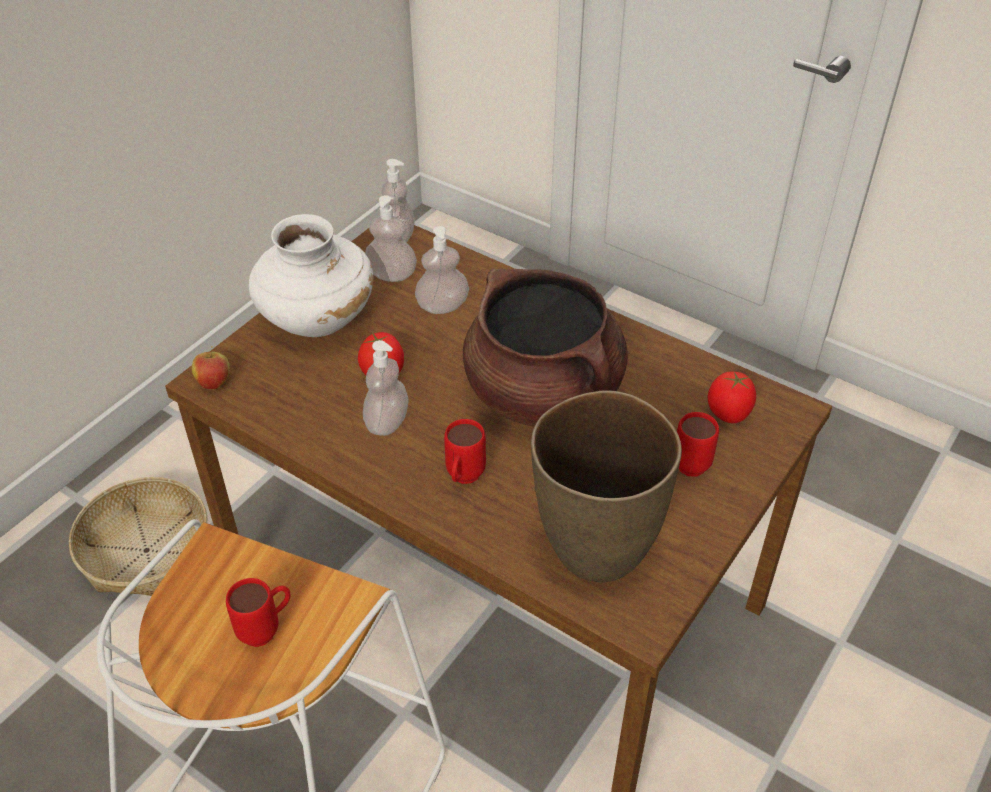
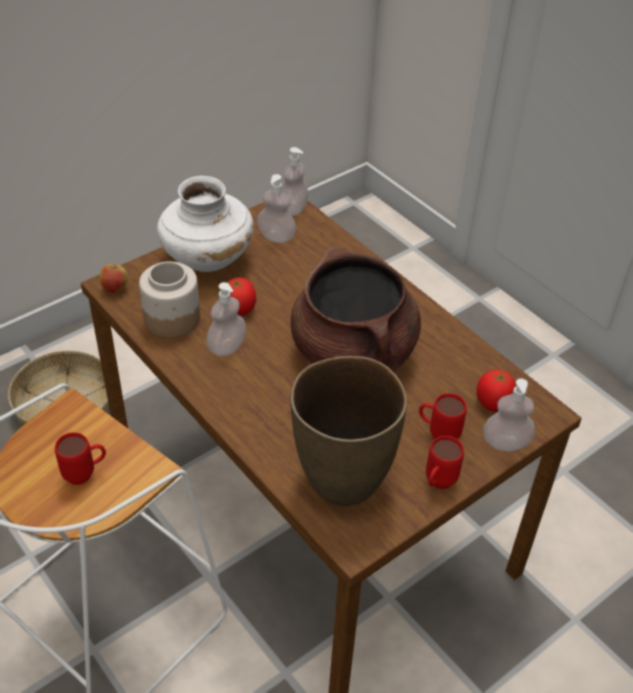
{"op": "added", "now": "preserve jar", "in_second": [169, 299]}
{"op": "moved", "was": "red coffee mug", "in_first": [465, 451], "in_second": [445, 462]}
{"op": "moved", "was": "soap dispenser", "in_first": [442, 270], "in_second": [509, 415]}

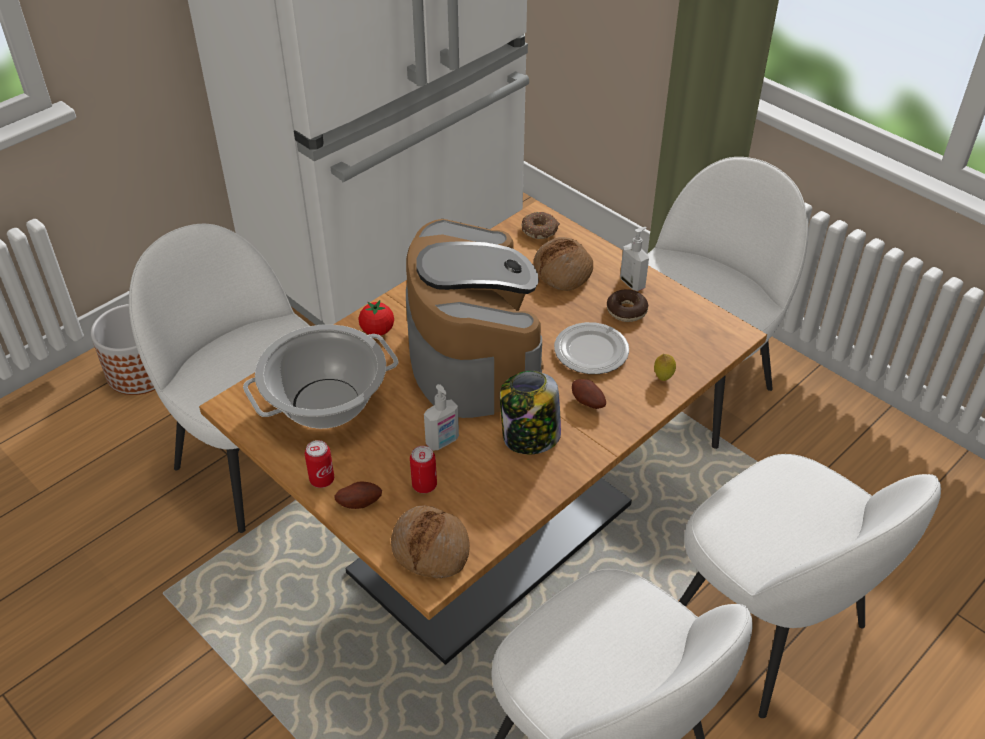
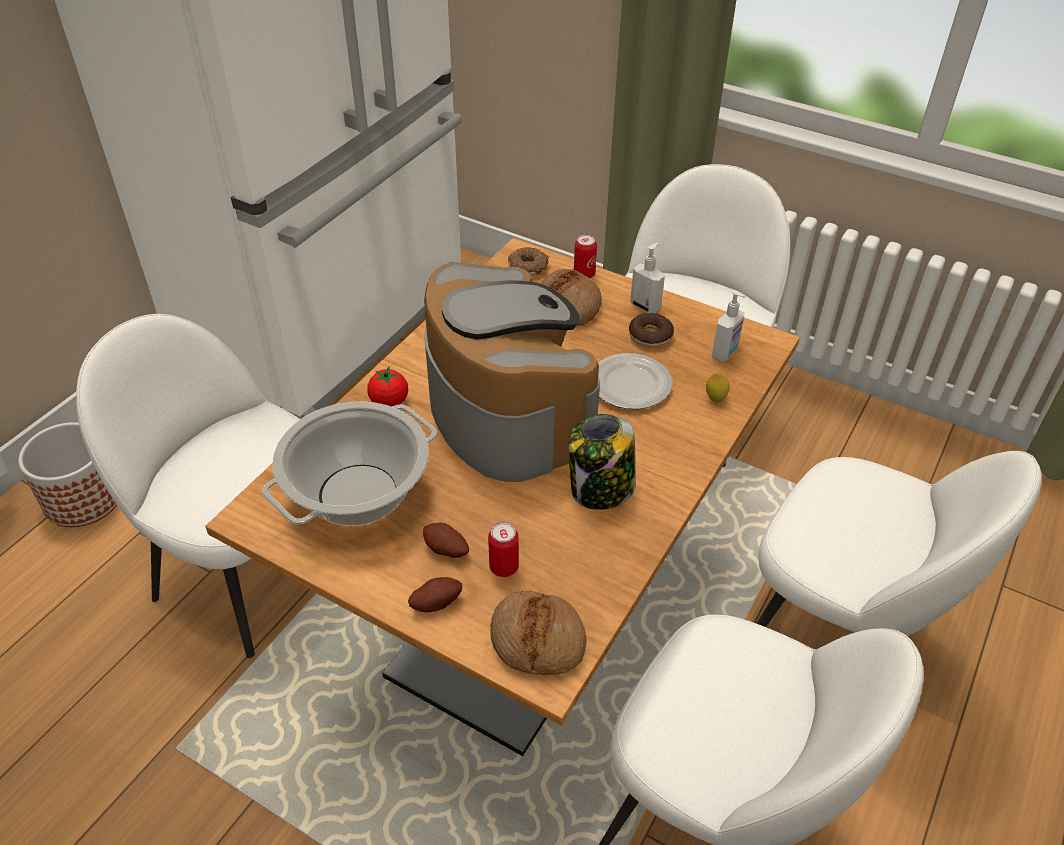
{"op": "moved", "was": "potato", "in_first": [589, 394], "in_second": [446, 540]}
{"op": "moved", "was": "can", "in_first": [319, 464], "in_second": [585, 256]}
{"op": "moved", "was": "soap dispenser", "in_first": [441, 417], "in_second": [729, 326]}

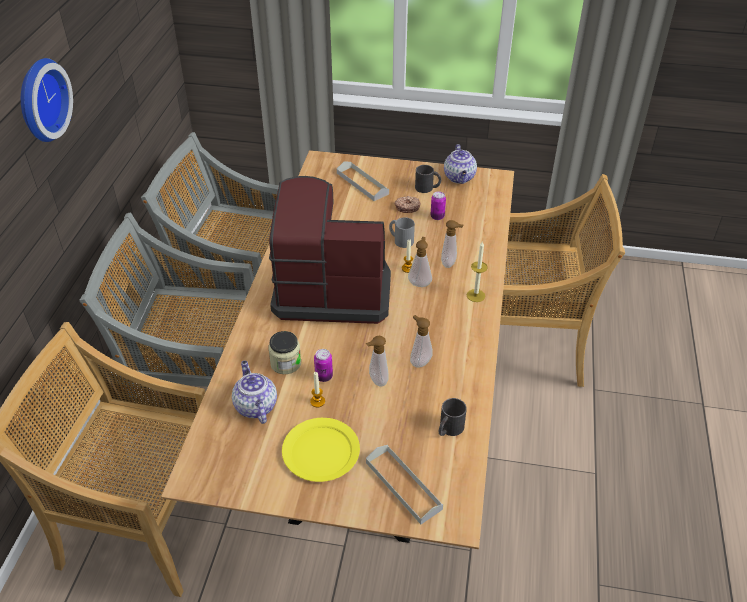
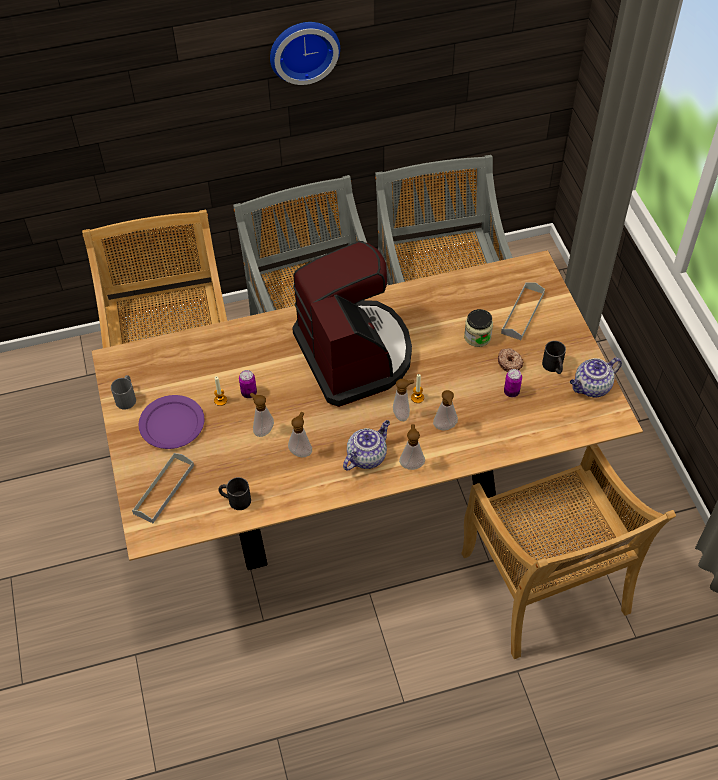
{"op": "moved", "was": "greyish coffee mug", "in_first": [402, 232], "in_second": [123, 392]}
{"op": "recoloured", "was": "yellow-coloured dinner plate", "now": "purplish dinner plate", "in_first": [321, 450], "in_second": [172, 422]}
{"op": "moved", "was": "teapot", "in_first": [254, 392], "in_second": [366, 445]}
{"op": "replaced", "was": "wax light", "now": "soap dispenser", "in_first": [477, 271], "in_second": [412, 447]}
{"op": "moved", "was": "preserve jar", "in_first": [284, 352], "in_second": [478, 328]}

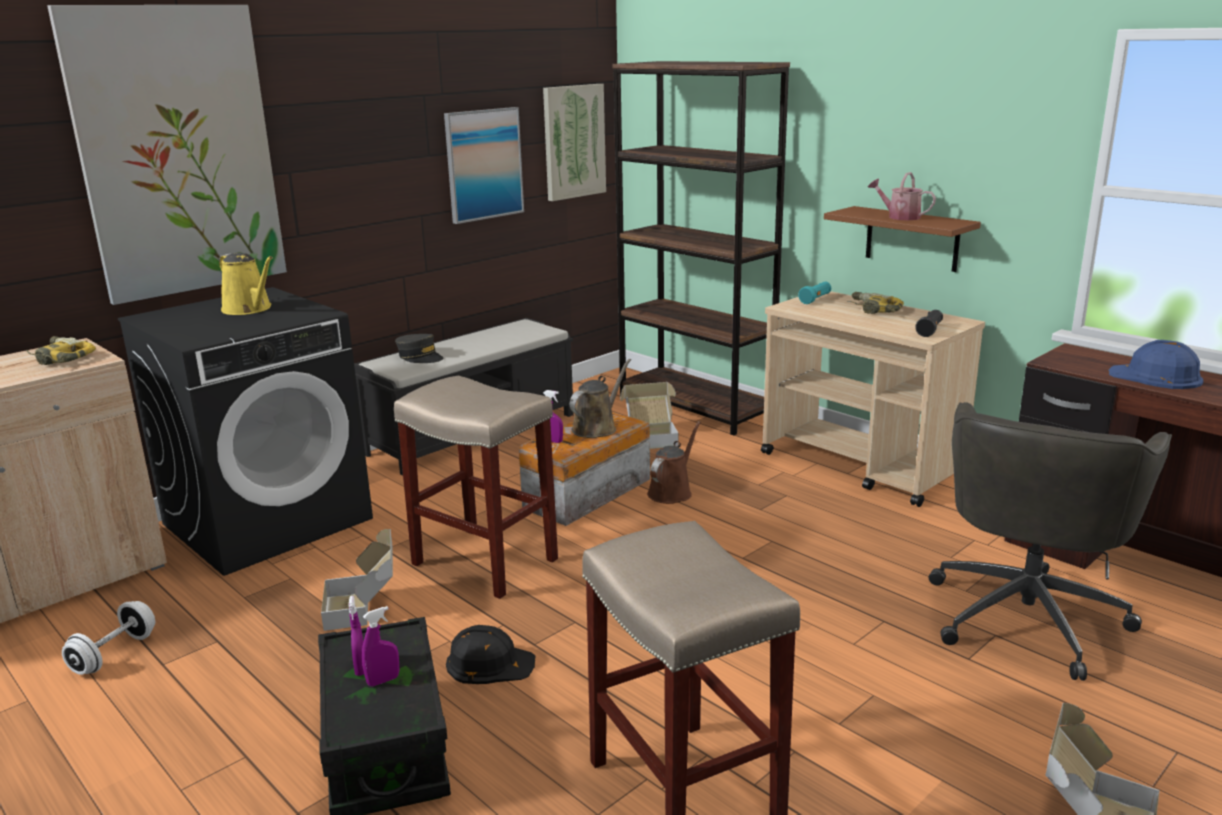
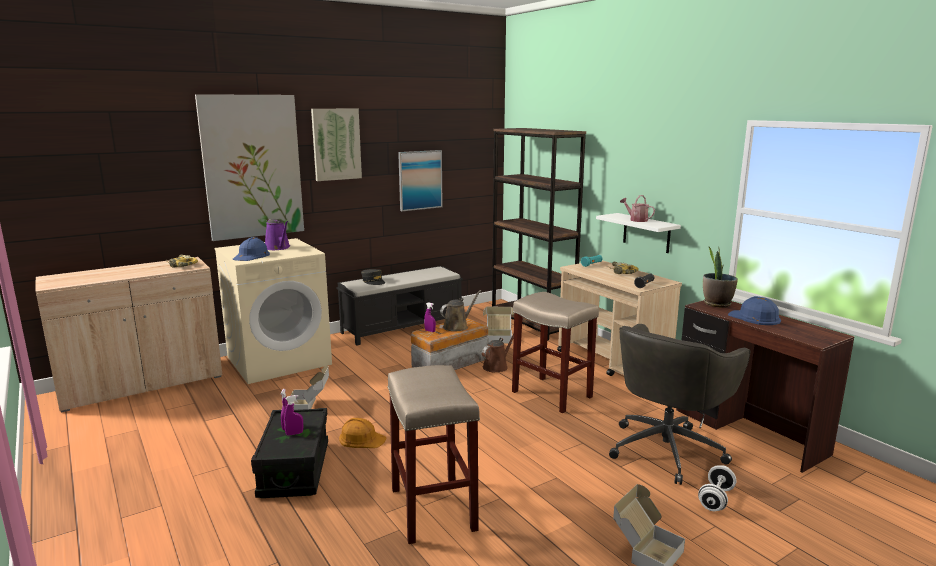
{"op": "recoloured", "was": "black laundry machine", "now": "beige-coloured laundry machine", "in_first": [245, 431], "in_second": [273, 311]}
{"op": "added", "now": "bluish safety helmet", "in_second": [251, 249]}
{"op": "recoloured", "was": "yellow-coloured watering can", "now": "purplish watering can", "in_first": [246, 284], "in_second": [277, 234]}
{"op": "moved", "was": "picture", "in_first": [574, 142], "in_second": [336, 144]}
{"op": "recoloured", "was": "black safety helmet", "now": "orange safety helmet", "in_first": [490, 654], "in_second": [363, 433]}
{"op": "moved", "was": "beige-coloured stool seat", "in_first": [476, 487], "in_second": [555, 352]}
{"op": "recoloured", "was": "brown wall shelf", "now": "white-coloured wall shelf", "in_first": [902, 239], "in_second": [638, 233]}
{"op": "moved", "was": "white-coloured dumbbell", "in_first": [108, 638], "in_second": [717, 488]}
{"op": "added", "now": "houseplant", "in_second": [720, 277]}

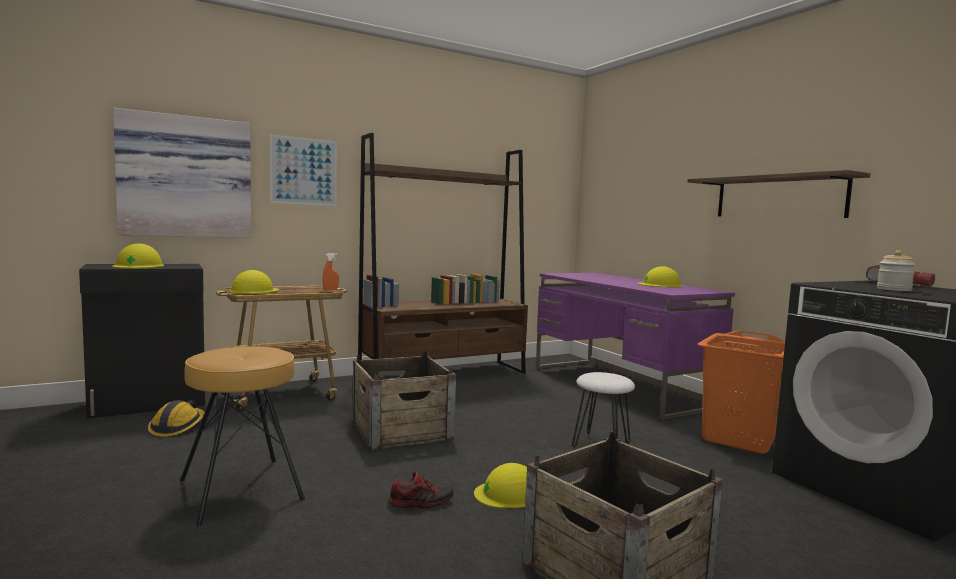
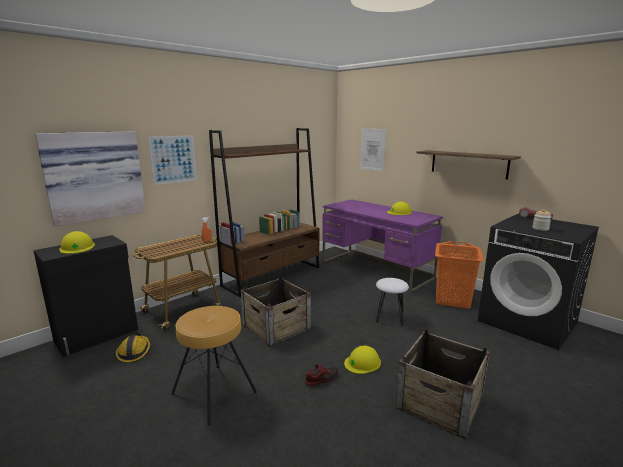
{"op": "added", "now": "picture", "in_second": [373, 149]}
{"op": "removed", "was": "yellow-coloured safety helmet", "in_first": [254, 282]}

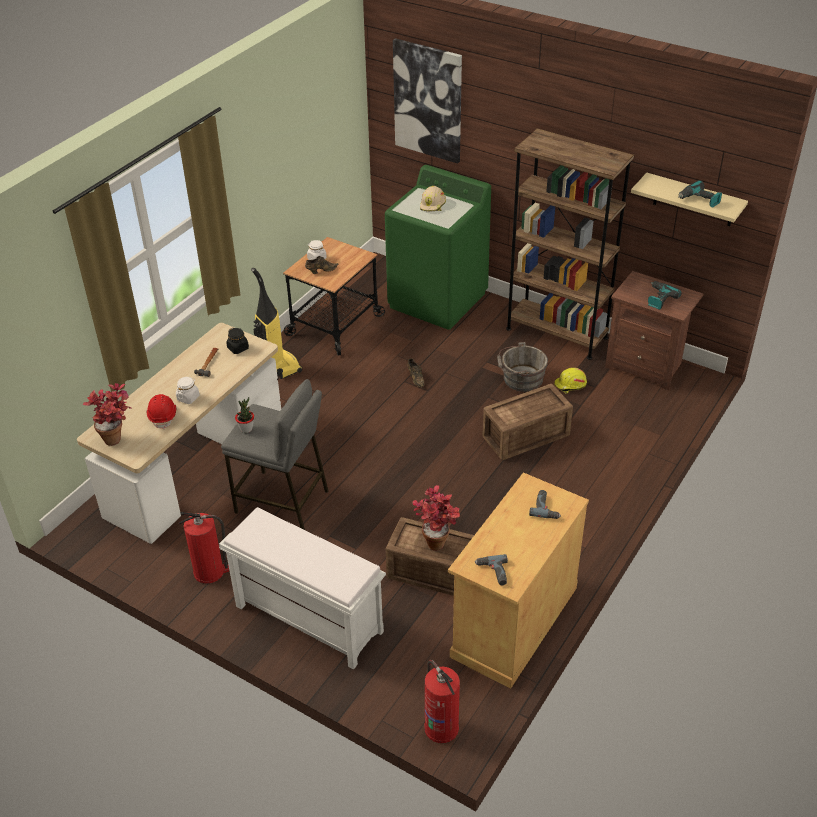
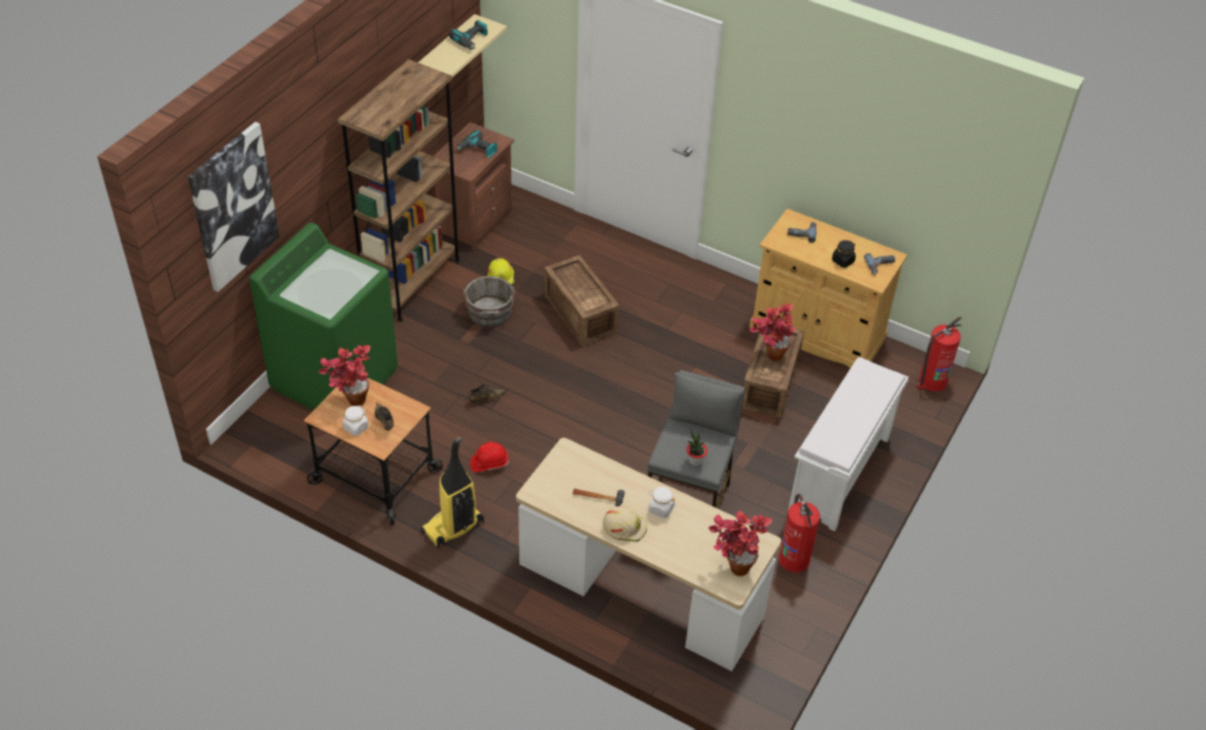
{"op": "added", "now": "houseplant", "in_second": [345, 375]}
{"op": "moved", "was": "red safety helmet", "in_first": [161, 411], "in_second": [489, 457]}
{"op": "moved", "was": "beige-coloured safety helmet", "in_first": [433, 199], "in_second": [625, 524]}
{"op": "moved", "was": "black preserve jar", "in_first": [237, 341], "in_second": [844, 254]}

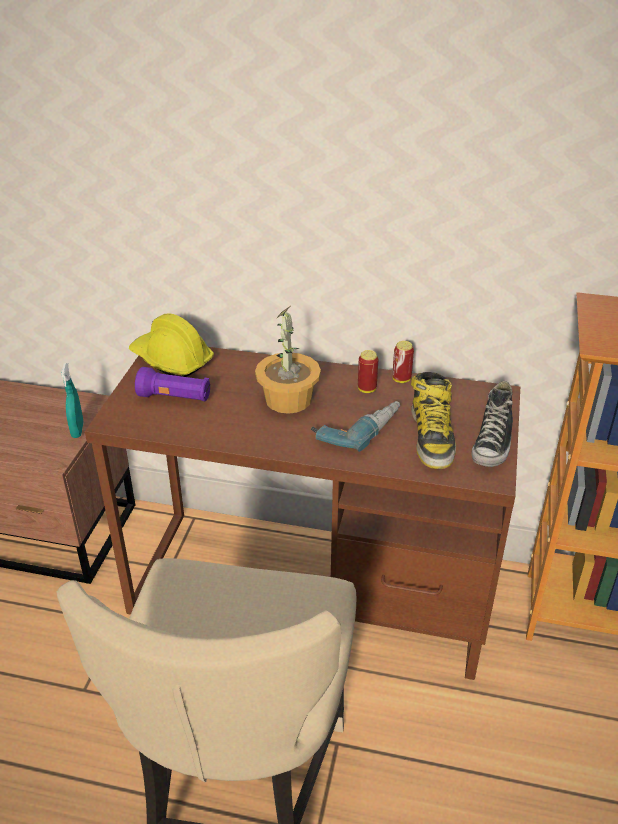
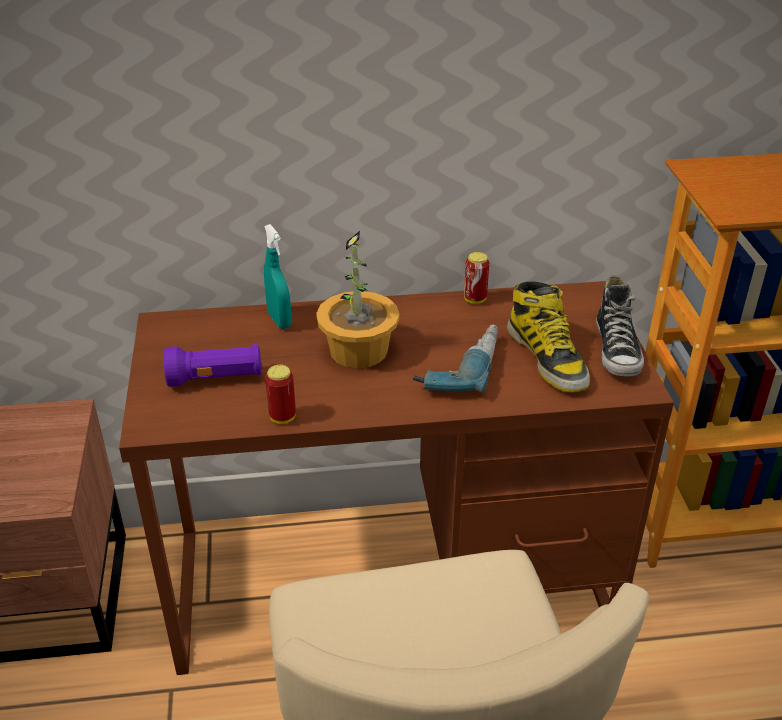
{"op": "moved", "was": "turquoise spray bottle", "in_first": [72, 400], "in_second": [278, 276]}
{"op": "moved", "was": "can", "in_first": [368, 371], "in_second": [280, 394]}
{"op": "removed", "was": "yellow-coloured safety helmet", "in_first": [171, 345]}

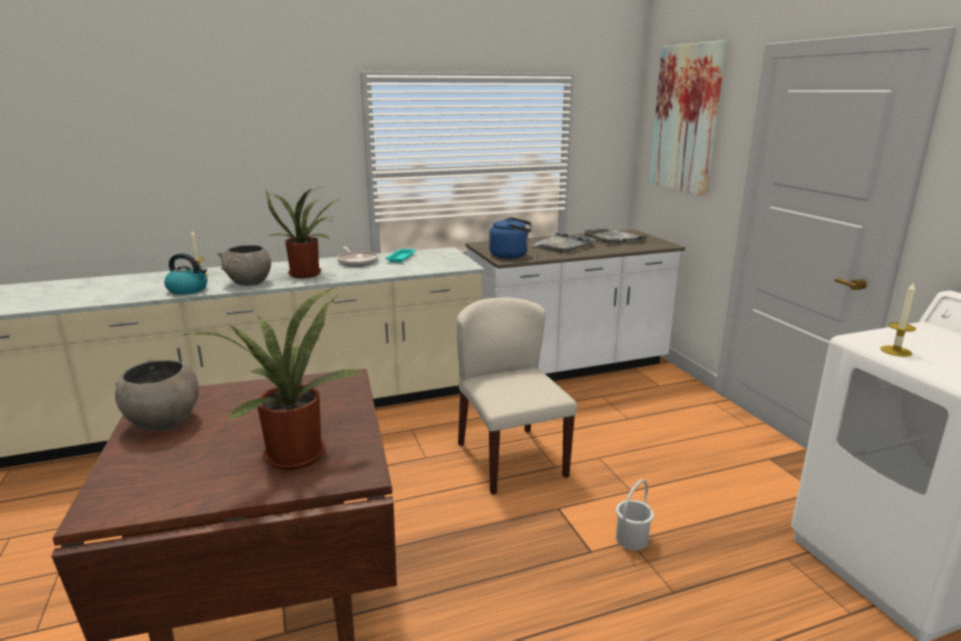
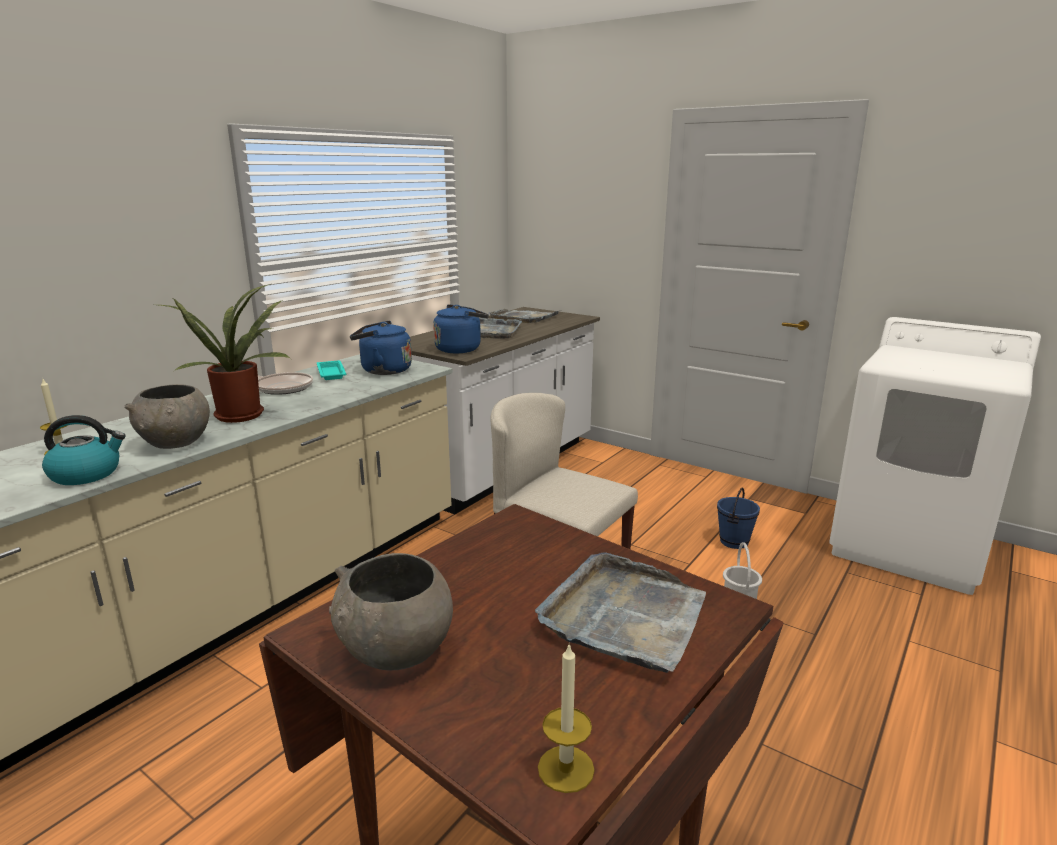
{"op": "added", "now": "bluish kettle", "in_second": [381, 348]}
{"op": "replaced", "was": "houseplant", "now": "greyish serving tray", "in_first": [274, 378], "in_second": [620, 612]}
{"op": "moved", "was": "wax light", "in_first": [898, 319], "in_second": [566, 718]}
{"op": "added", "now": "bluish pail", "in_second": [738, 518]}
{"op": "removed", "was": "picture", "in_first": [688, 118]}

